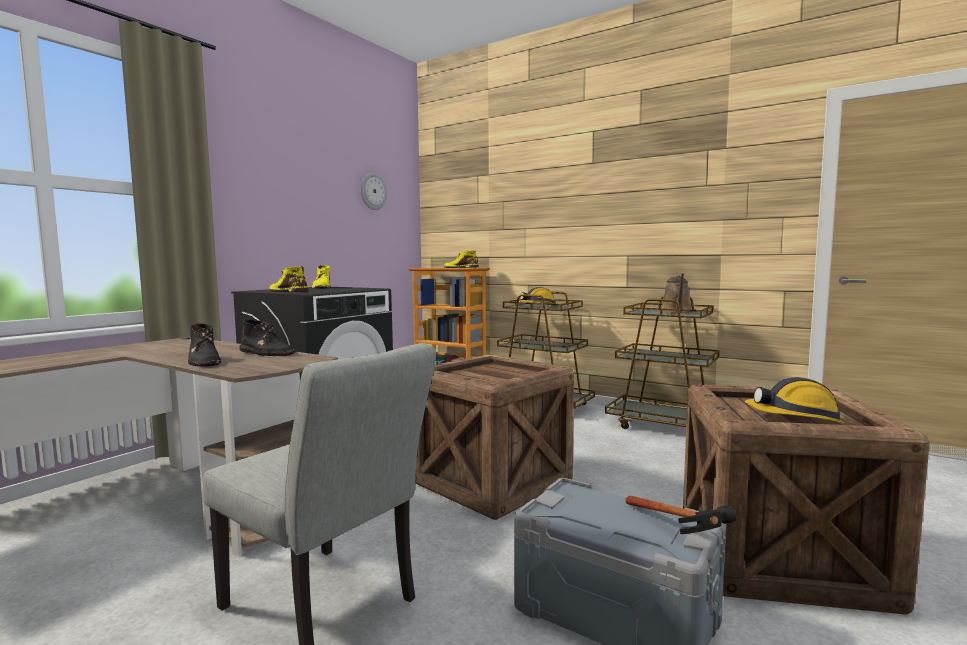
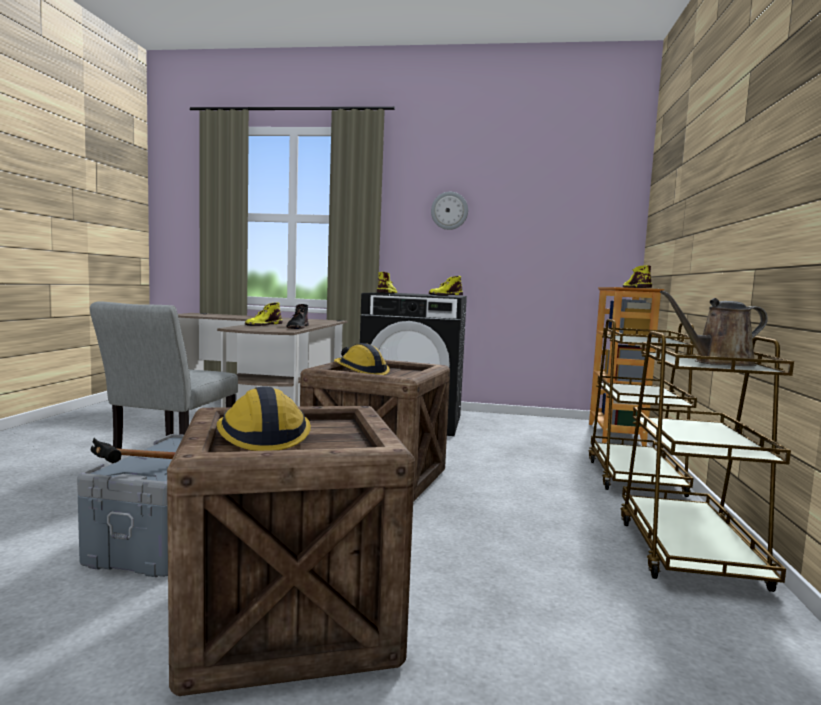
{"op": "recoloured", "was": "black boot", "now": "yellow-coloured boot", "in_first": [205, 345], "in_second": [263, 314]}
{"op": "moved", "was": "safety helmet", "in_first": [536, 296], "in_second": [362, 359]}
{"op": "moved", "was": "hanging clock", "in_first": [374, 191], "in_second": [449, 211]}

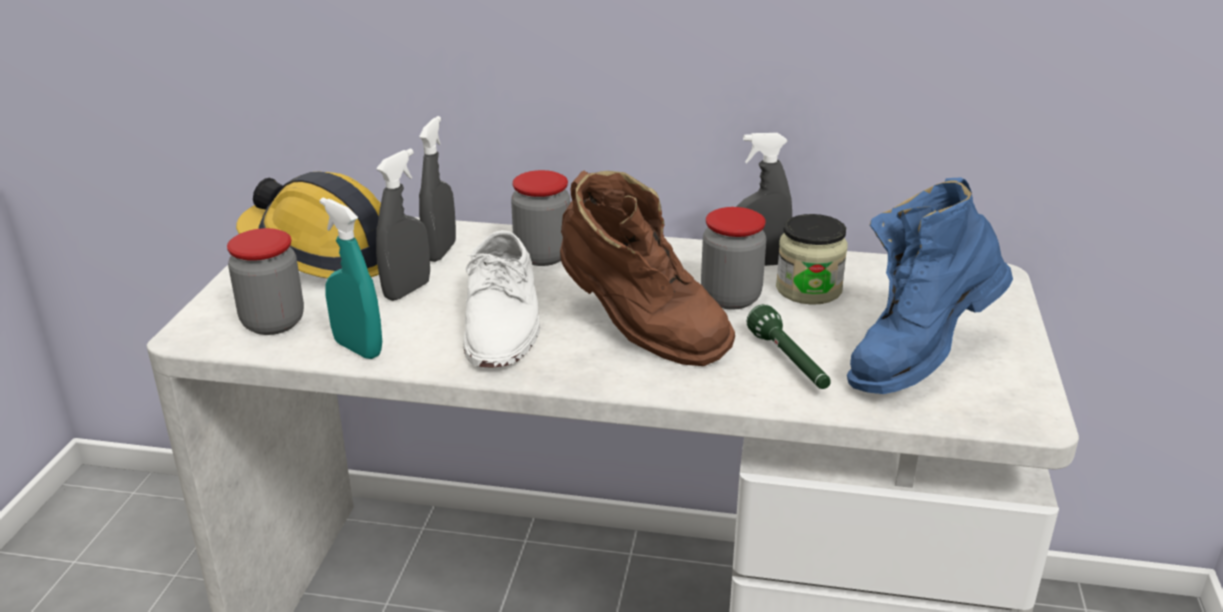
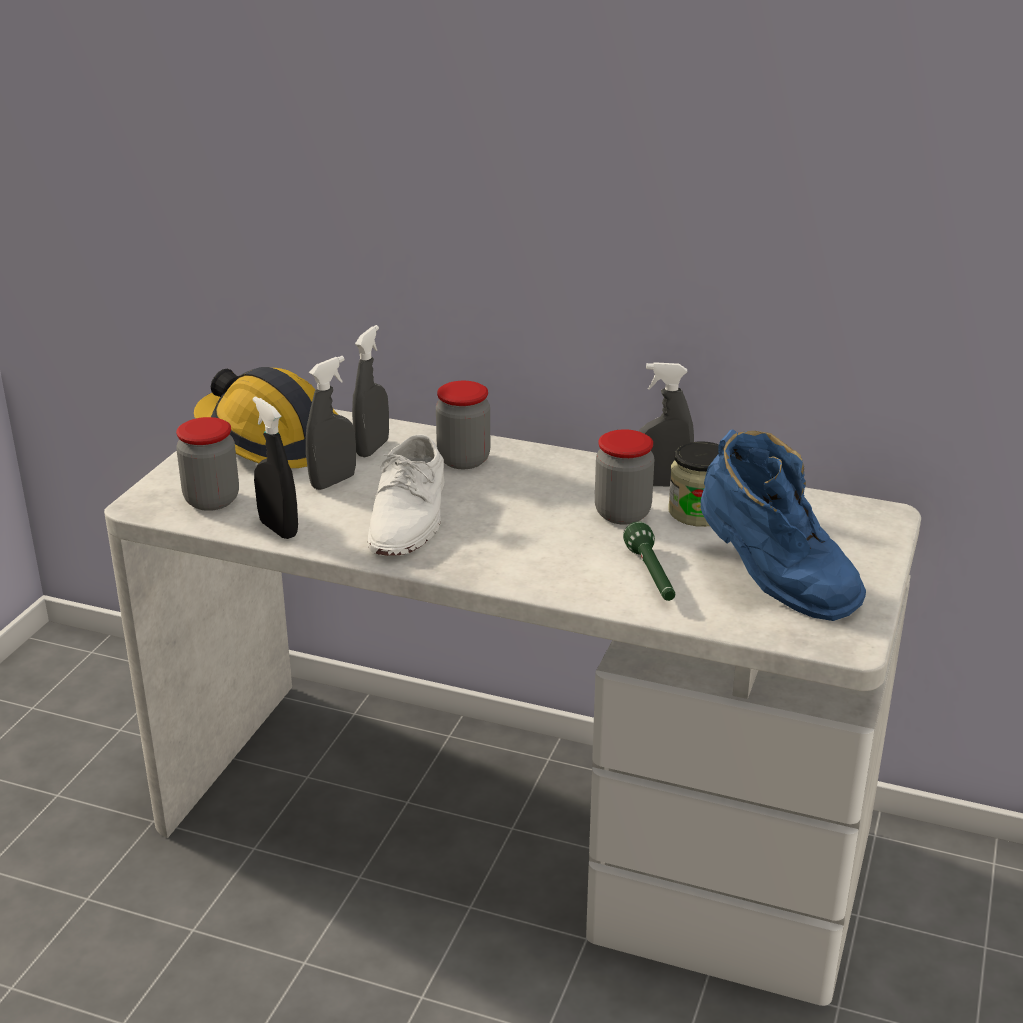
{"op": "recoloured", "was": "turquoise spray bottle", "now": "black spray bottle", "in_first": [351, 278], "in_second": [275, 467]}
{"op": "turned", "was": "bluish boot", "in_first": [930, 286], "in_second": [783, 525], "clockwise": -105}
{"op": "removed", "was": "brown boot", "in_first": [647, 268]}

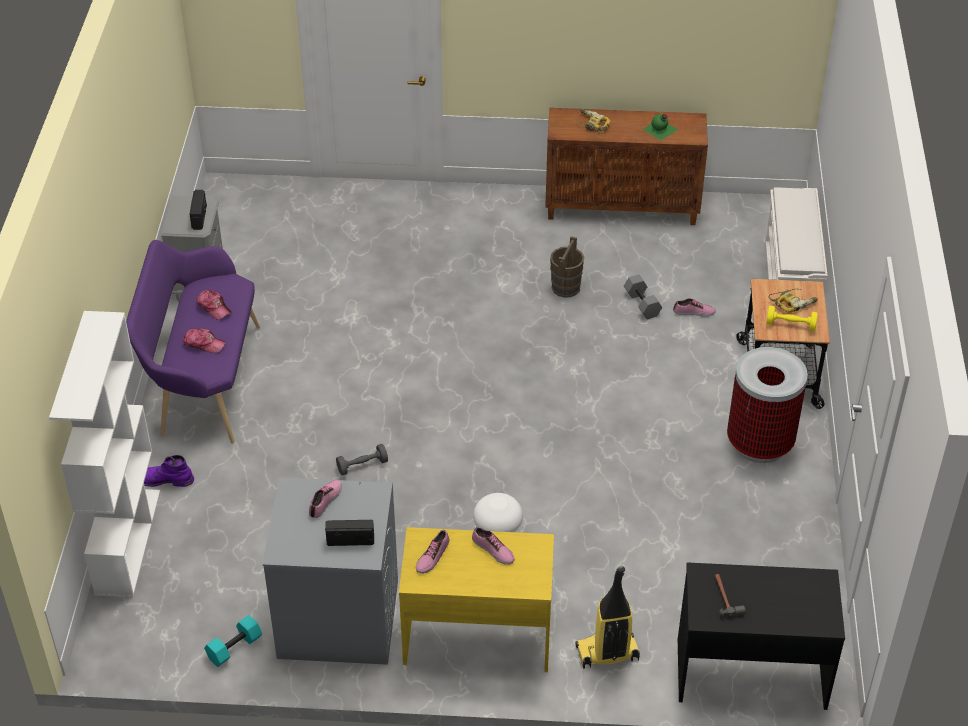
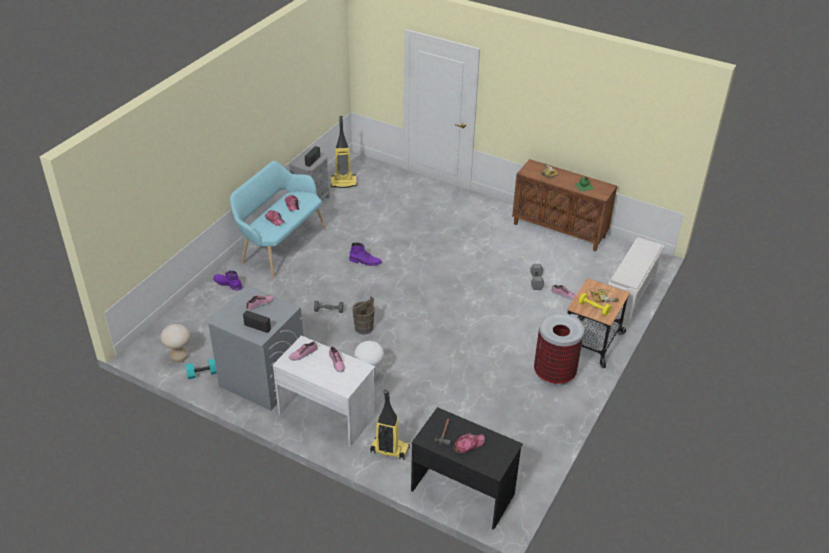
{"op": "added", "now": "beige-coloured stool seat", "in_second": [175, 343]}
{"op": "recoloured", "was": "purplish bench", "now": "turquoise bench", "in_first": [193, 342], "in_second": [278, 220]}
{"op": "recoloured", "was": "yellow-coloured desk", "now": "white-coloured desk", "in_first": [476, 599], "in_second": [324, 391]}
{"op": "added", "now": "vacuum", "in_second": [344, 152]}
{"op": "added", "now": "purplish boot", "in_second": [365, 254]}
{"op": "moved", "was": "brown pail", "in_first": [567, 267], "in_second": [363, 315]}
{"op": "added", "now": "cap", "in_second": [469, 443]}
{"op": "removed", "was": "white-coloured bookcase", "in_first": [104, 454]}

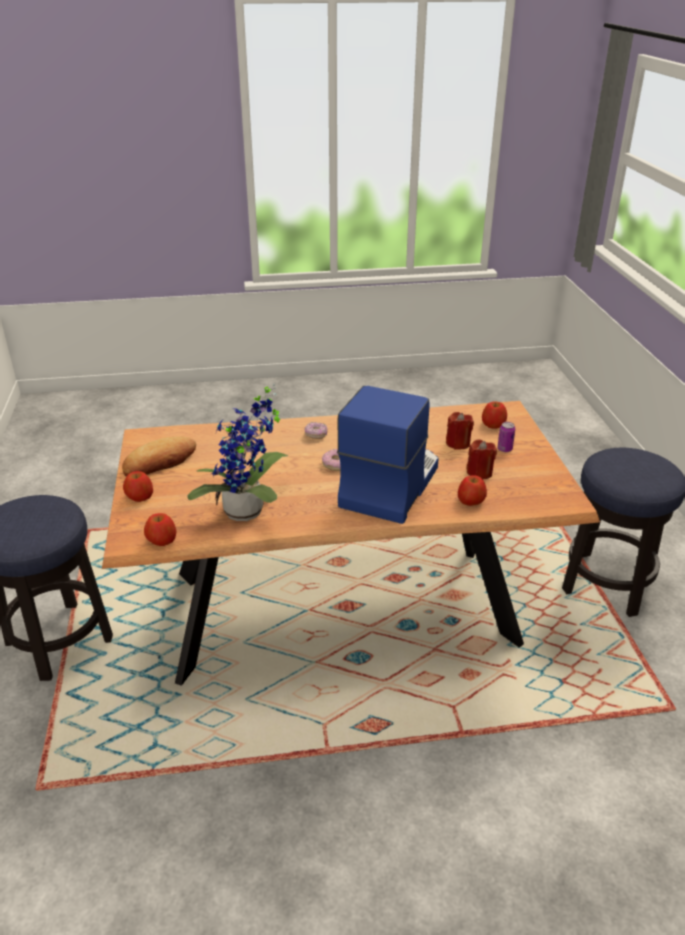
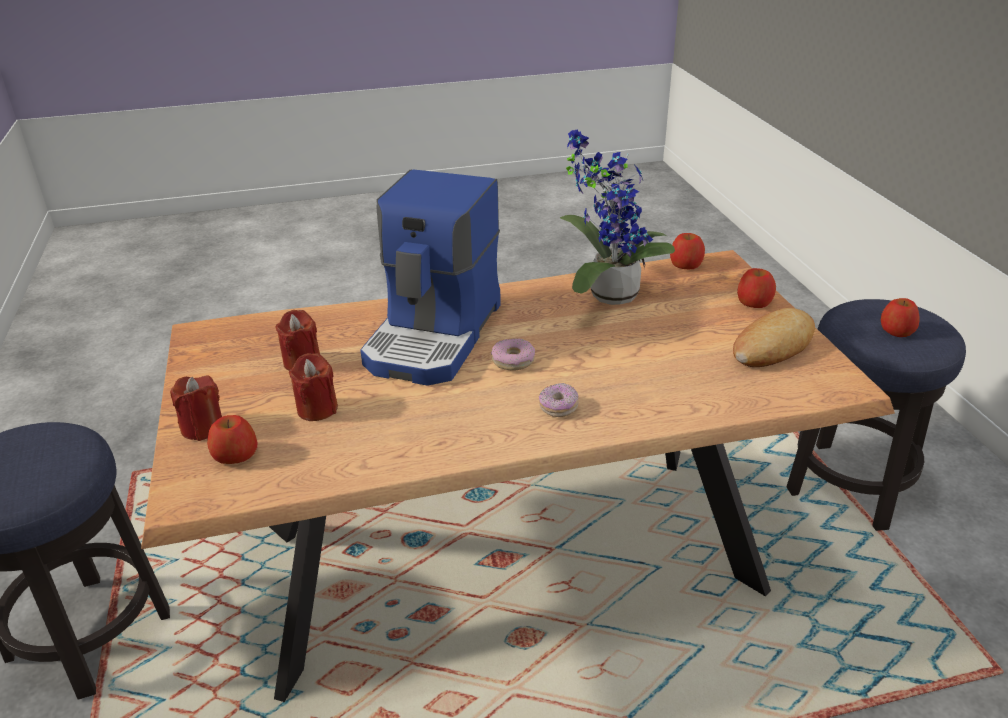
{"op": "added", "now": "red wax light", "in_second": [196, 408]}
{"op": "moved", "was": "whole apple", "in_first": [472, 490], "in_second": [900, 317]}
{"op": "removed", "was": "can", "in_first": [506, 437]}

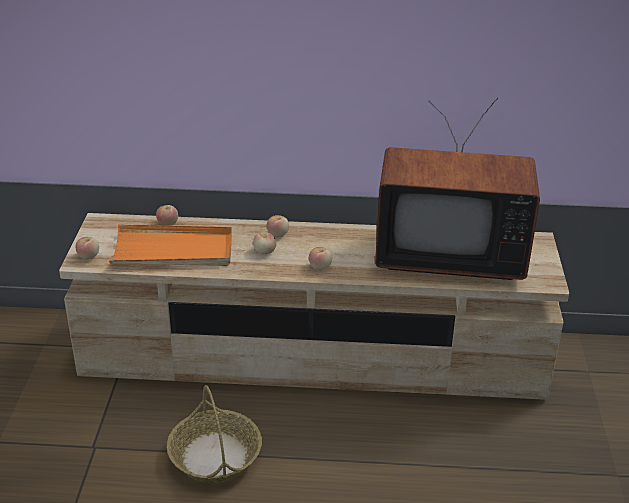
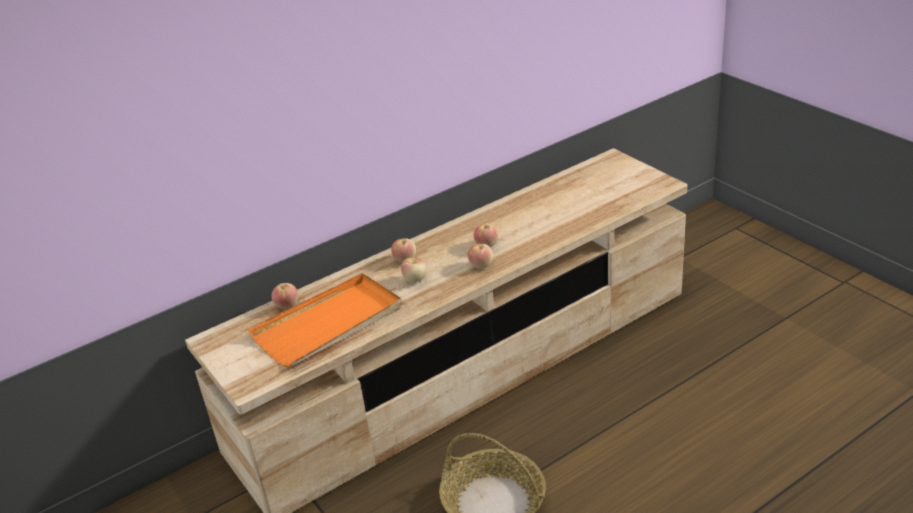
{"op": "moved", "was": "whole apple", "in_first": [87, 248], "in_second": [486, 235]}
{"op": "removed", "was": "television", "in_first": [457, 189]}

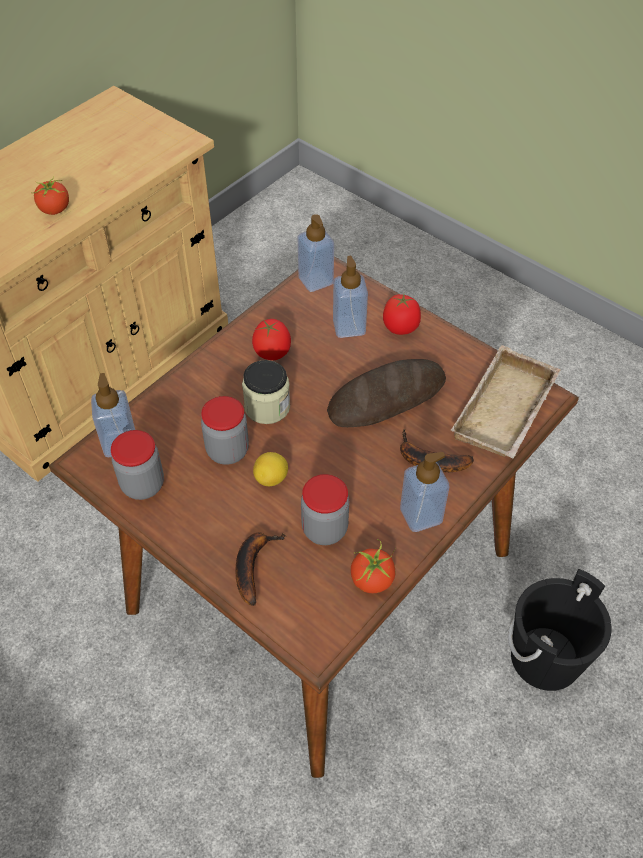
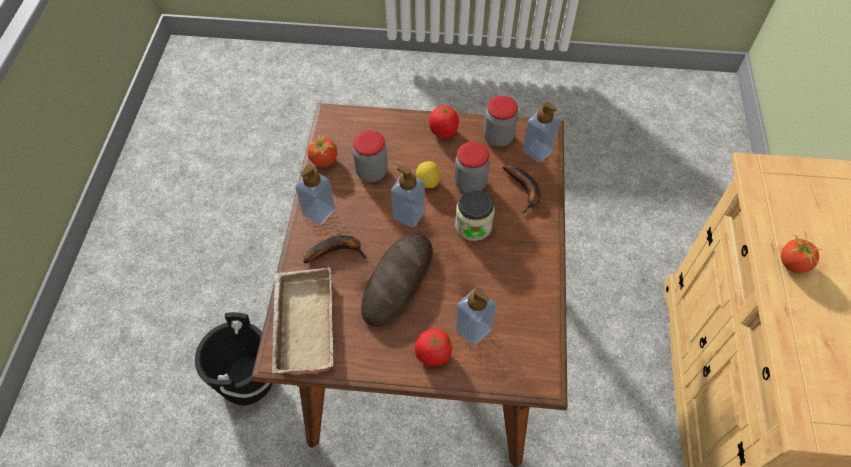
{"op": "moved", "was": "soap dispenser", "in_first": [315, 253], "in_second": [408, 196]}
{"op": "moved", "was": "whole tomato", "in_first": [271, 339], "in_second": [444, 121]}
{"op": "moved", "was": "banana", "in_first": [261, 569], "in_second": [522, 189]}

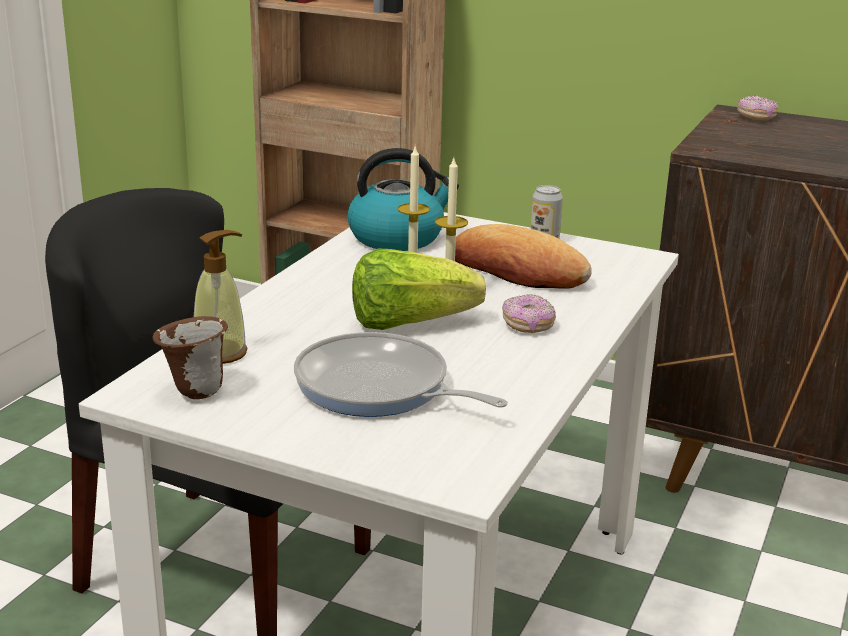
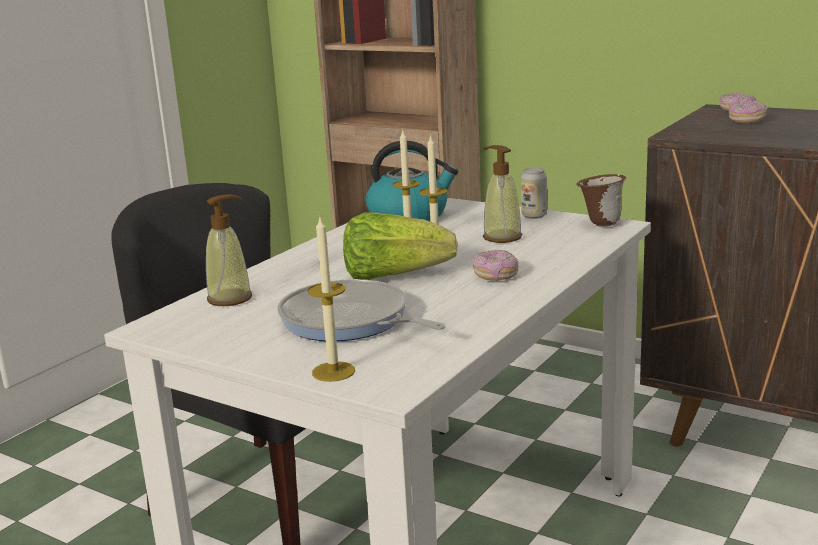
{"op": "added", "now": "wax light", "in_second": [331, 300]}
{"op": "replaced", "was": "bakery bread", "now": "soap dispenser", "in_first": [523, 256], "in_second": [502, 194]}
{"op": "moved", "was": "brown coffee mug", "in_first": [190, 357], "in_second": [601, 200]}
{"op": "added", "now": "doughnut", "in_second": [748, 111]}

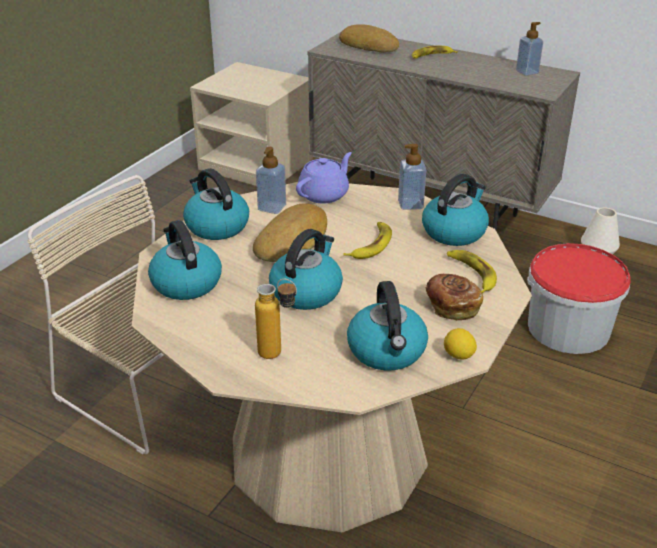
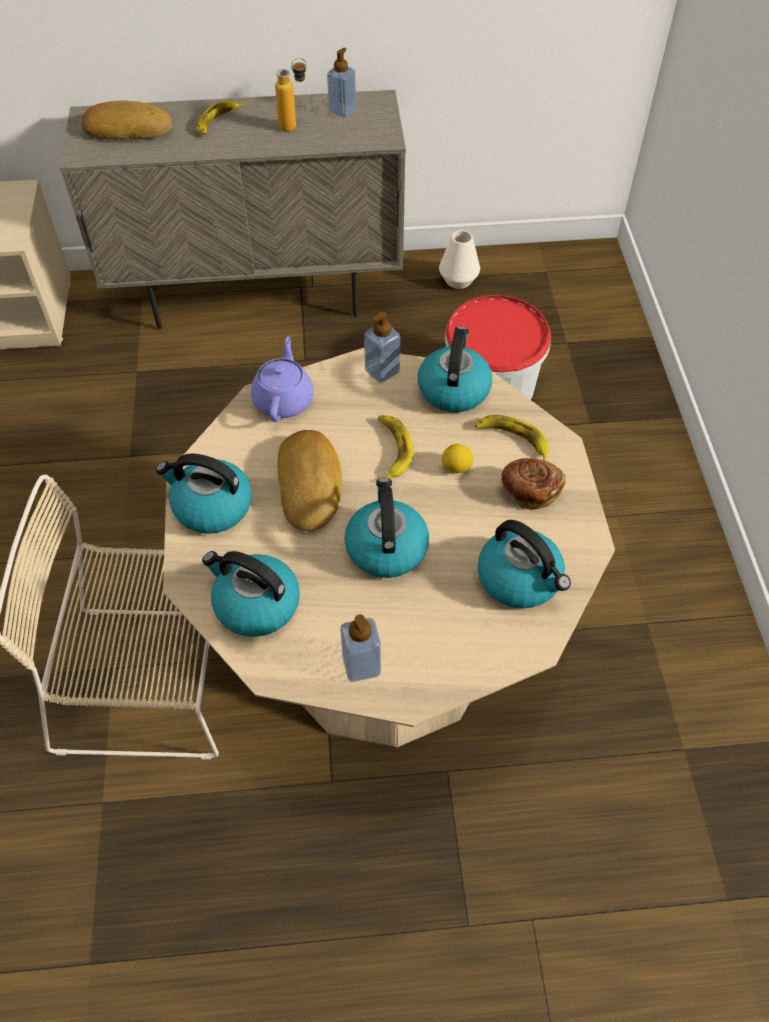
{"op": "moved", "was": "bottle", "in_first": [276, 319], "in_second": [291, 95]}
{"op": "moved", "was": "soap dispenser", "in_first": [271, 180], "in_second": [360, 648]}
{"op": "moved", "was": "whole lemon", "in_first": [460, 344], "in_second": [458, 458]}

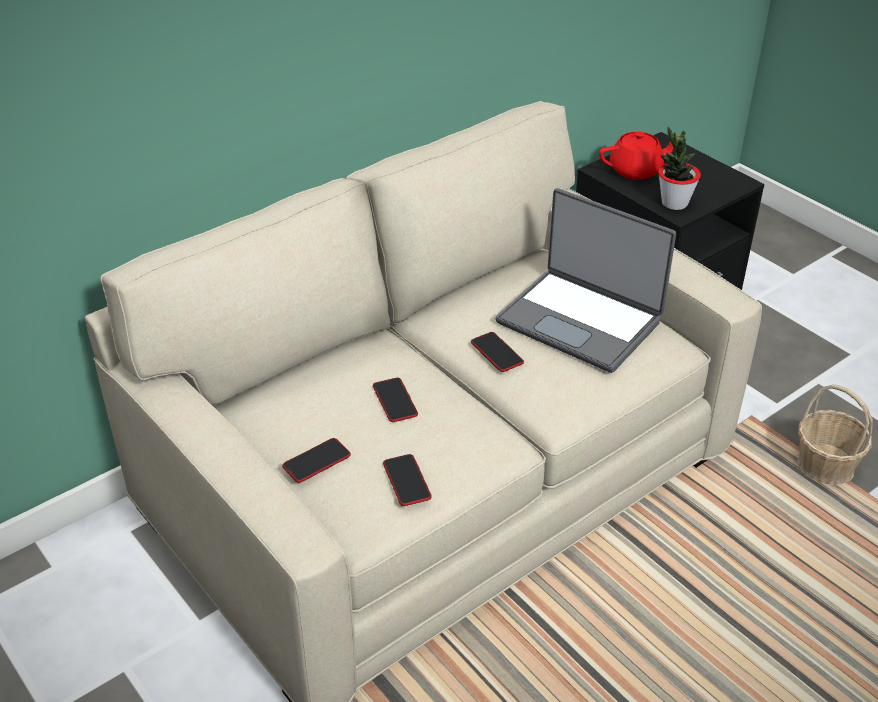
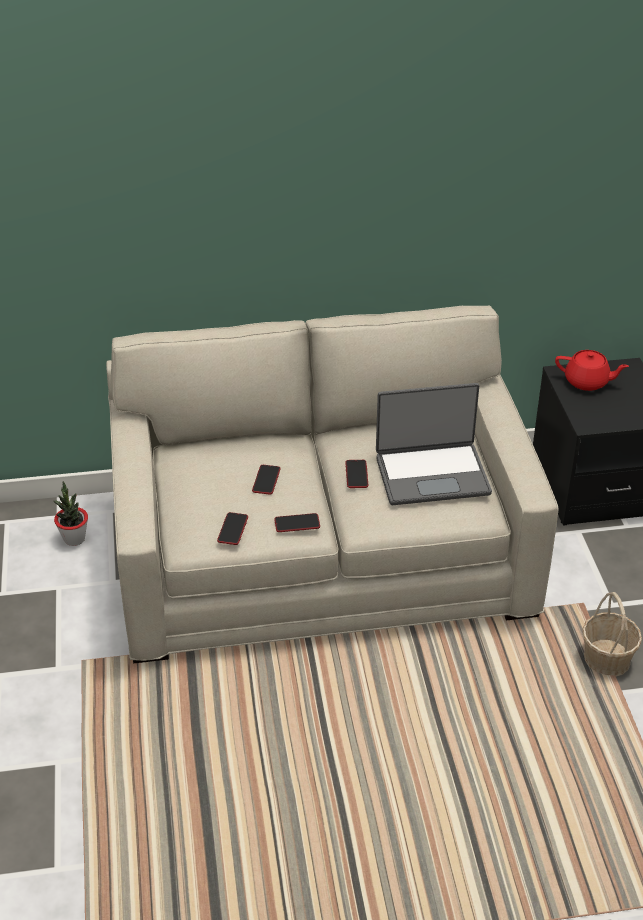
{"op": "moved", "was": "houseplant", "in_first": [679, 168], "in_second": [70, 513]}
{"op": "moved", "was": "handset", "in_first": [316, 460], "in_second": [297, 522]}
{"op": "turned", "was": "laptop", "in_first": [586, 280], "in_second": [434, 444], "clockwise": -75}

